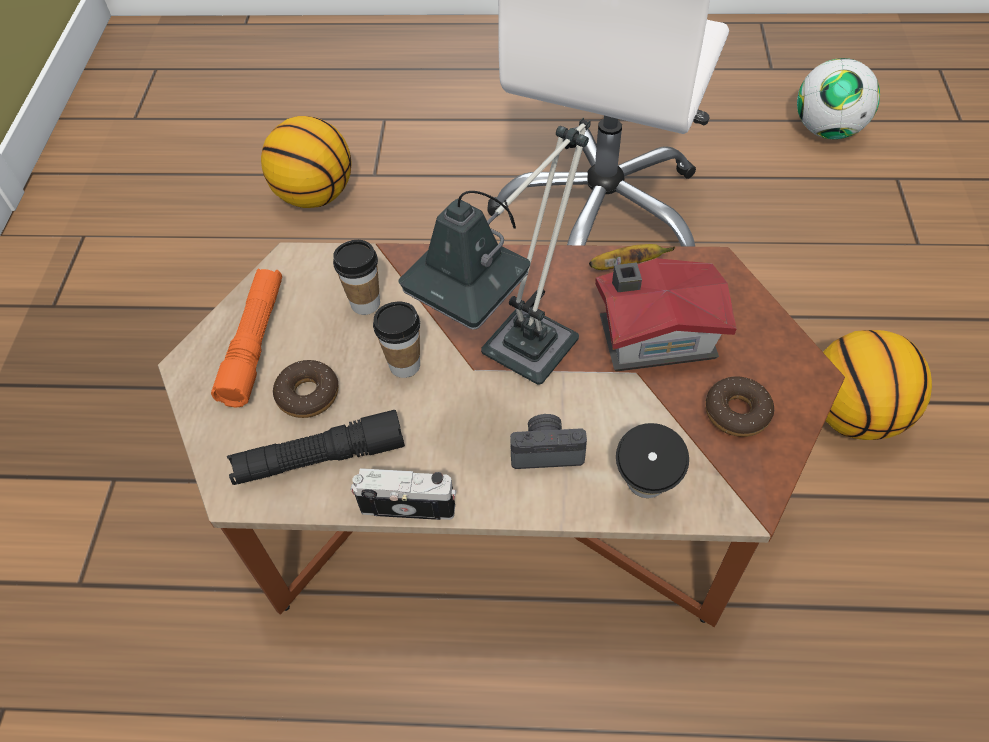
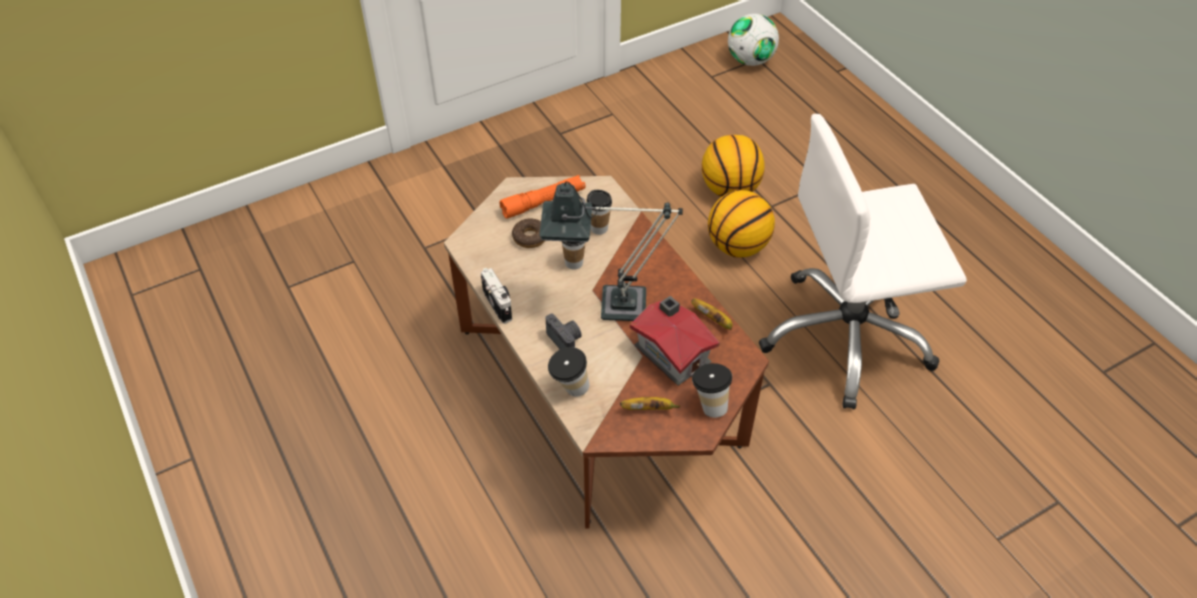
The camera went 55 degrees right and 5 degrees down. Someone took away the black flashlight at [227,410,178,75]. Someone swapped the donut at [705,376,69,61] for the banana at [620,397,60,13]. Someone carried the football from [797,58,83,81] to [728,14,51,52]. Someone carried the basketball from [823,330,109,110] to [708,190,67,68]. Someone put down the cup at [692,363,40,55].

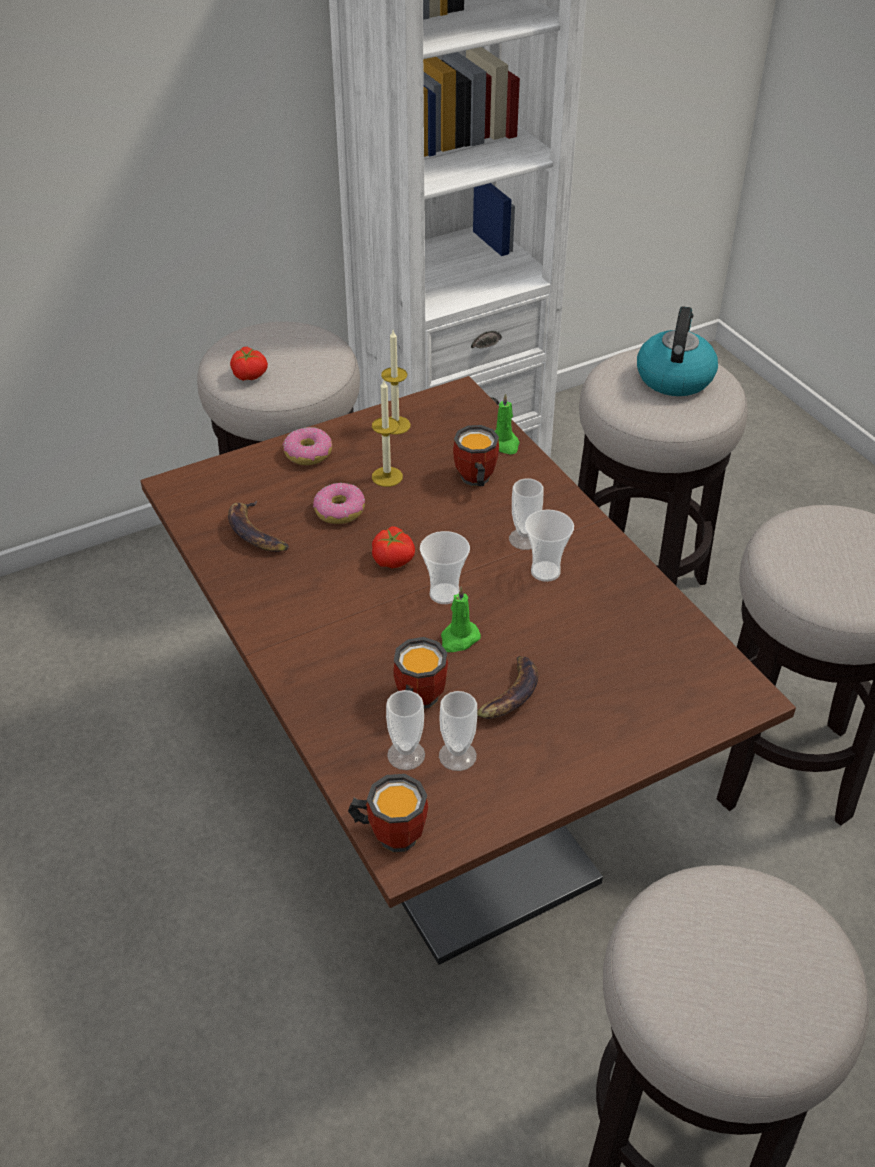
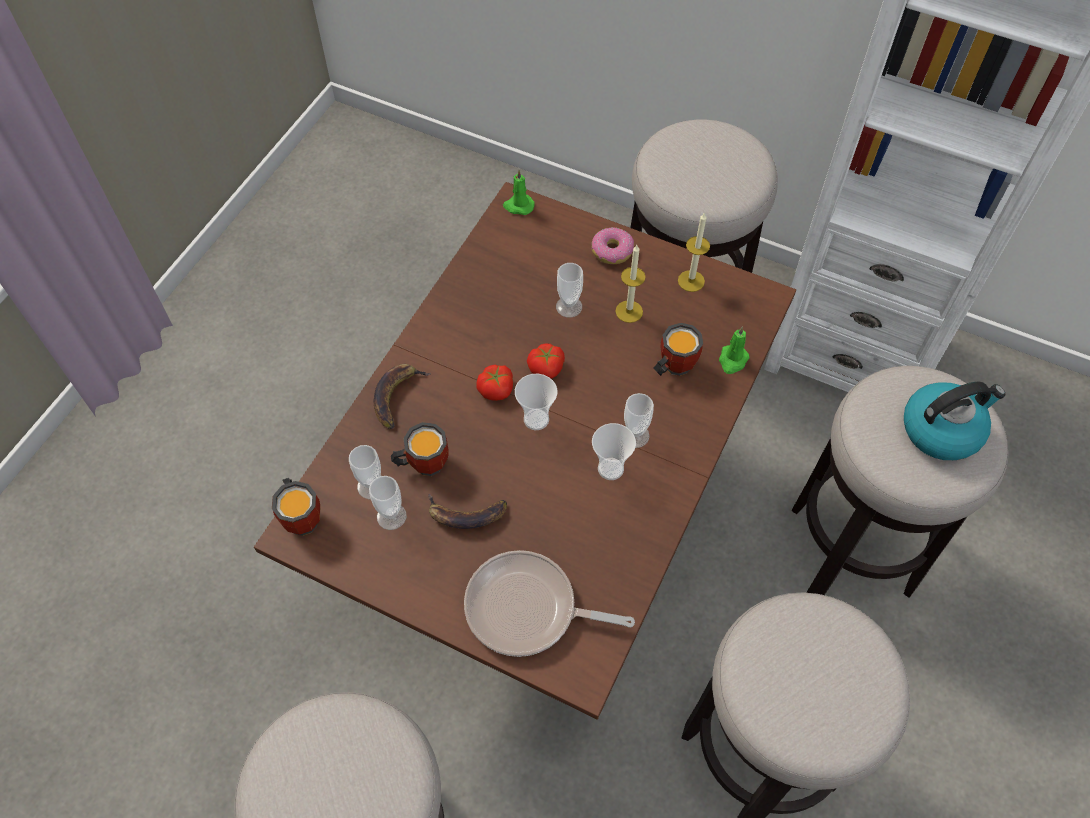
The camera went 55 degrees right and 15 degrees up. Someone carried the banana from [228,500,61,52] to [373,364,58,65]. Someone carried the tomato from [230,347,38,34] to [477,365,36,36]. Someone swapped the donut at [313,483,52,41] for the cup at [556,263,27,55]. Someone carried the green candle from [441,586,40,66] to [503,170,32,45]. Someone put down the frying pan at [464,550,171,107].

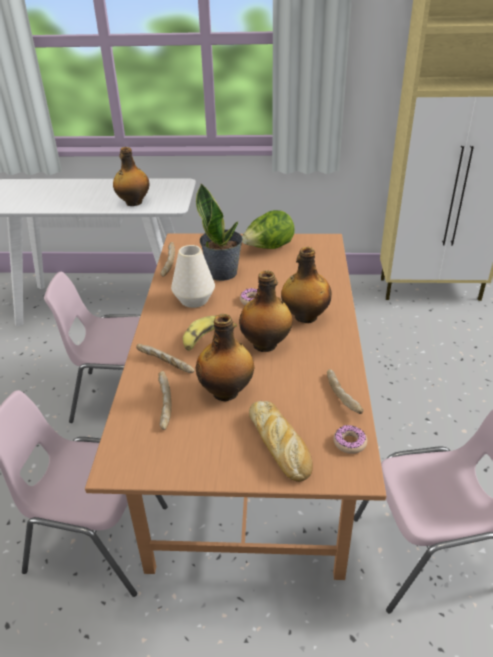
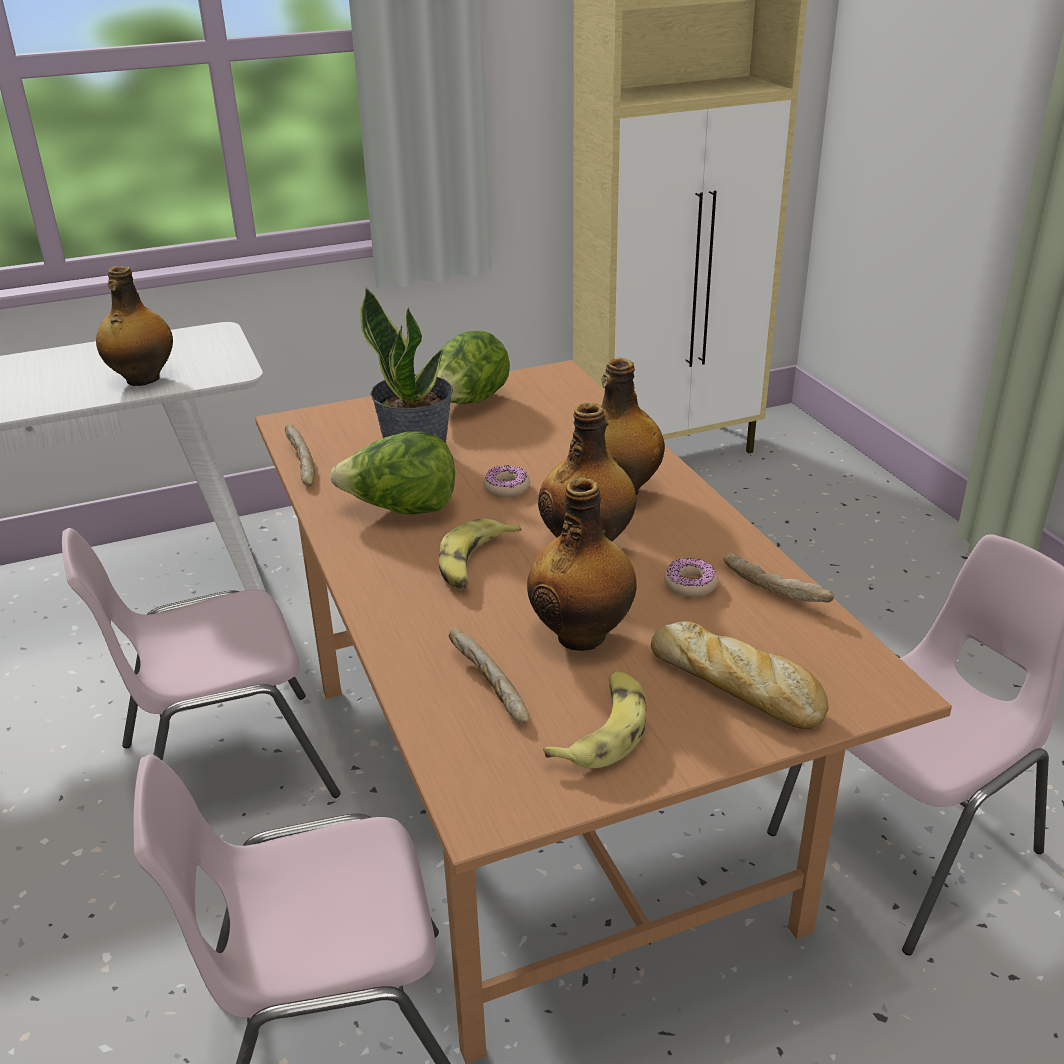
The camera went 25 degrees left and 5 degrees down. Someone took away the bread at [136,344,58,29]. Someone swapped the white vase at [171,245,44,63] for the lettuce at [330,431,125,83]. Someone carried the donut from [333,425,34,29] to [664,558,55,39]. Someone put down the banana at [543,671,103,97].

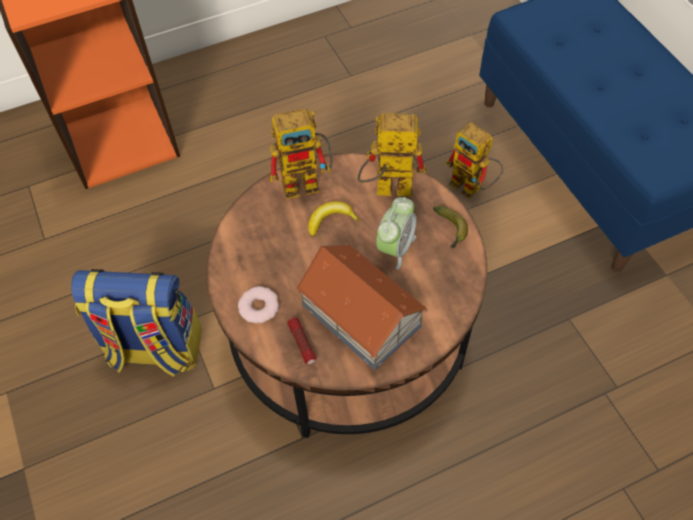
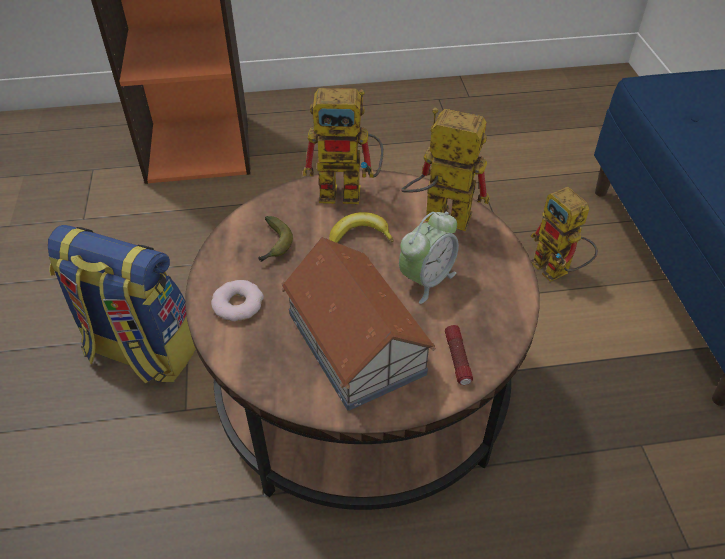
The camera went 15 degrees right and 10 degrees down. Someone carried the flashlight from [287,317,29,47] to [445,325,28,60]. Someone carried the banana from [433,206,35,43] to [258,216,35,46].

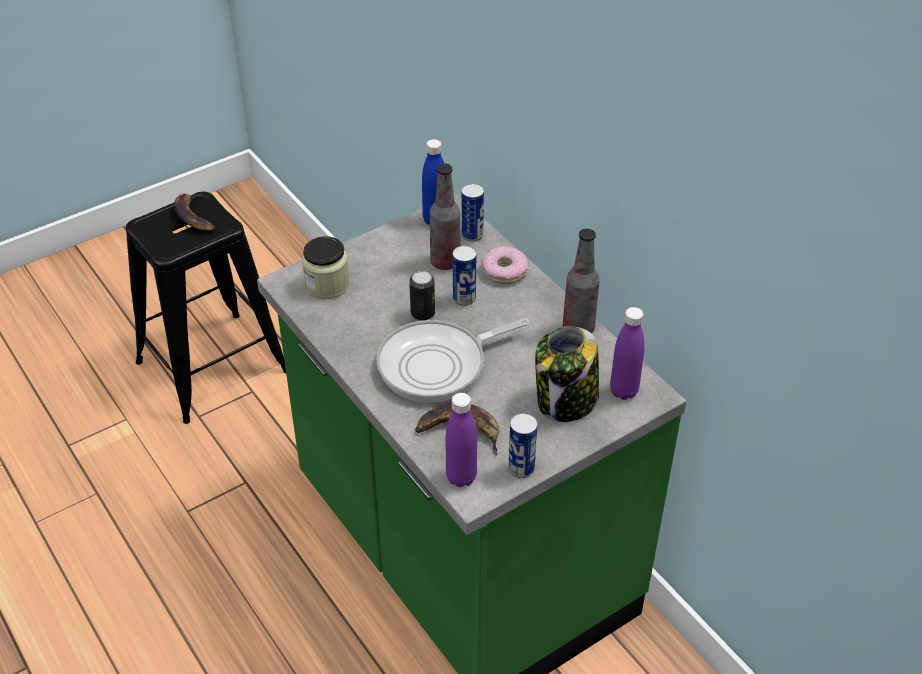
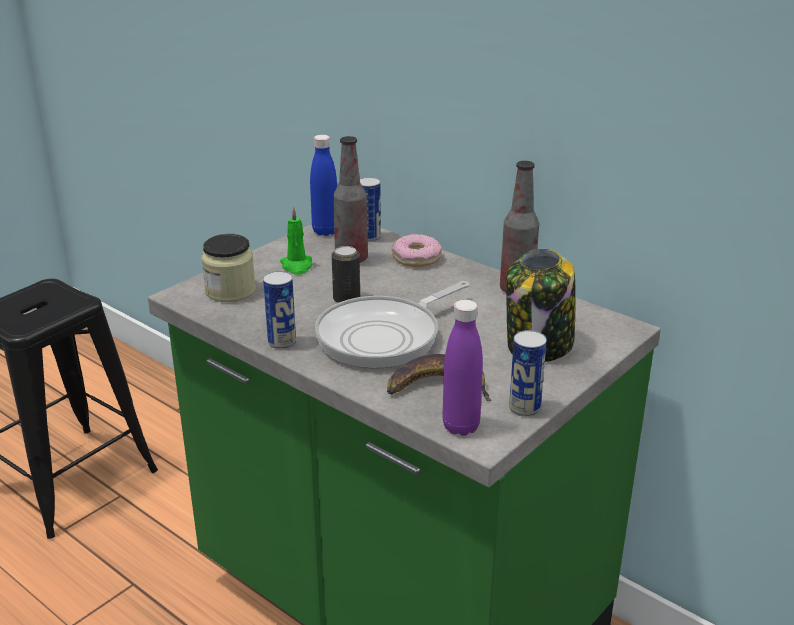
The camera went 15 degrees left and 15 degrees down. Someone took away the banana at [174,193,41,38]. Someone carried the can from [453,245,23,61] to [263,271,33,78]. Someone took away the purple bottle at [610,307,35,93]. Someone put down the green candle at [280,207,32,68].

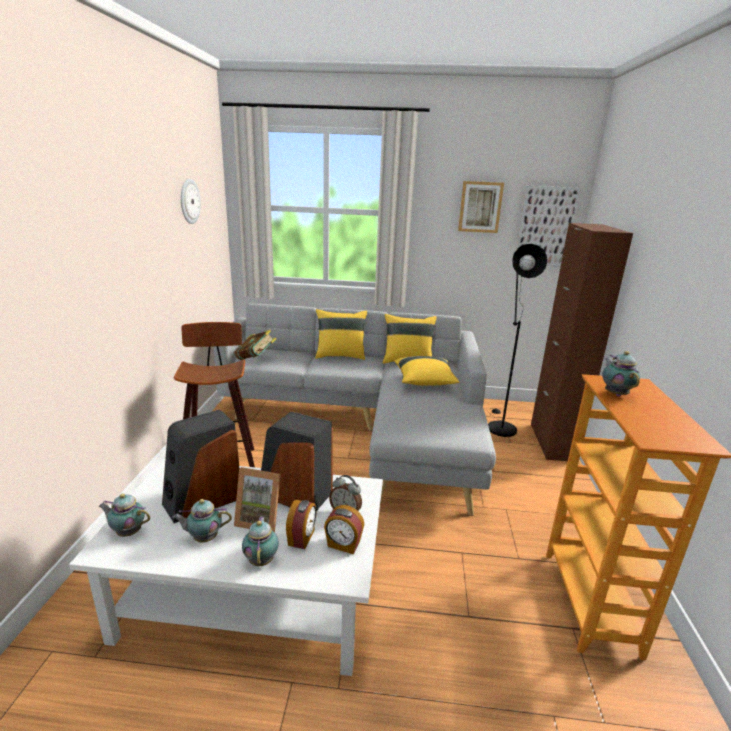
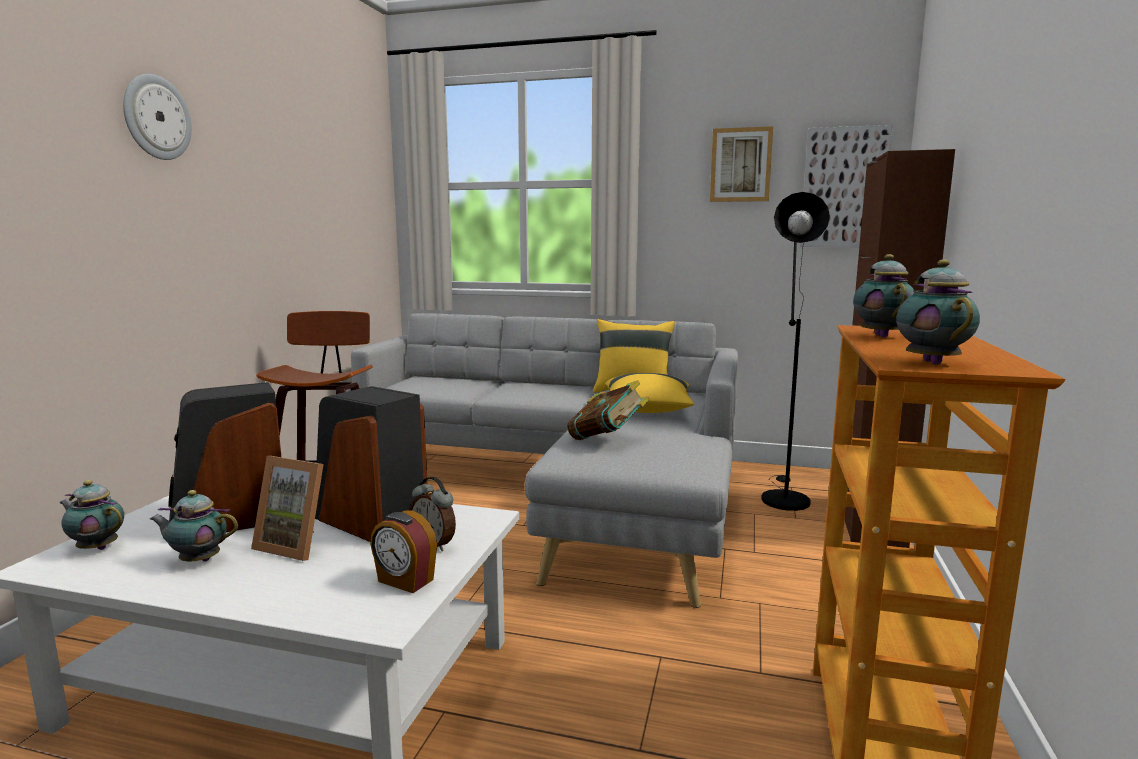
The camera went 10 degrees right and 10 degrees down. Someone carried the wall clock from [181,179,20,45] to [123,74,69,86]. Someone carried the book from [234,330,43,30] to [567,380,83,60]. Someone carried the teapot from [242,516,37,50] to [896,259,84,106]. Someone took away the alarm clock at [286,500,30,49]. Someone took away the yellow pillow at [315,309,52,51].

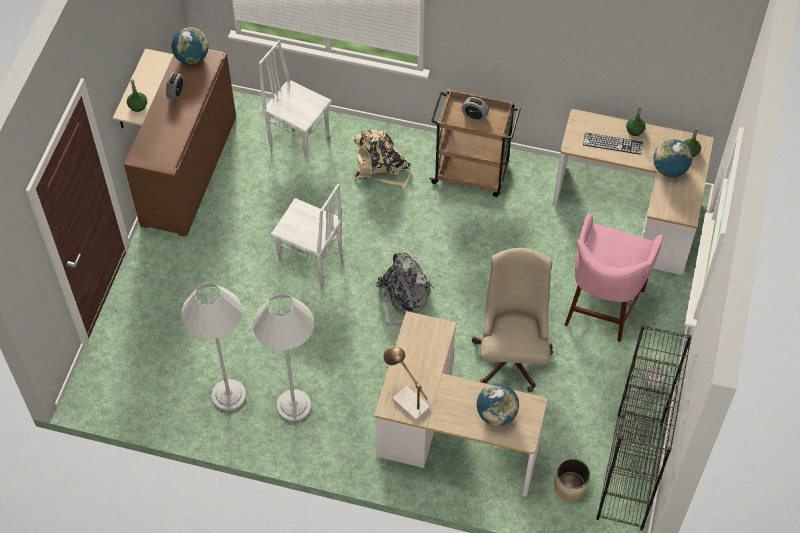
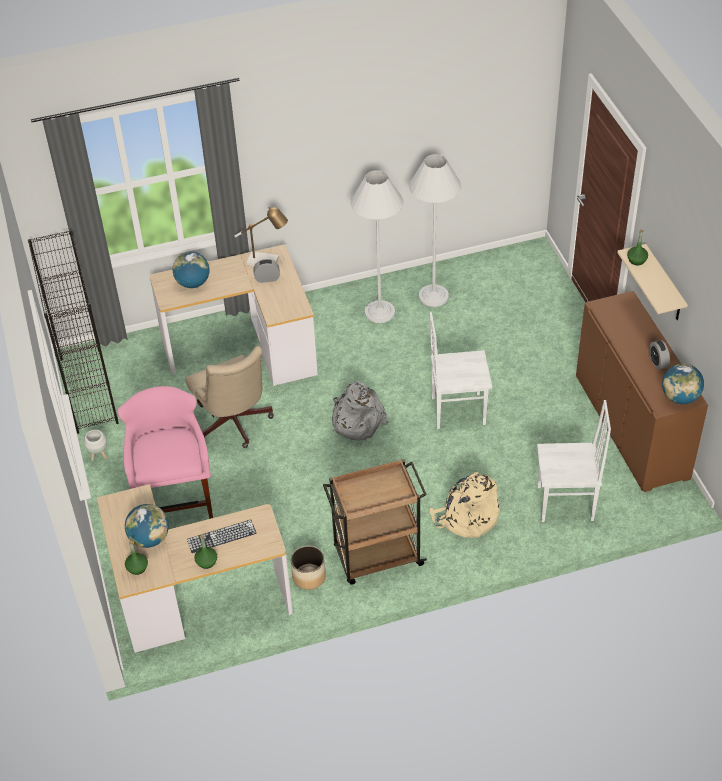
The camera went 150 degrees right and 10 degrees down. Someone carried the alarm clock from [461,97,28,25] to [253,259,27,24]. Someone carried the planter from [554,458,36,43] to [291,546,35,44].

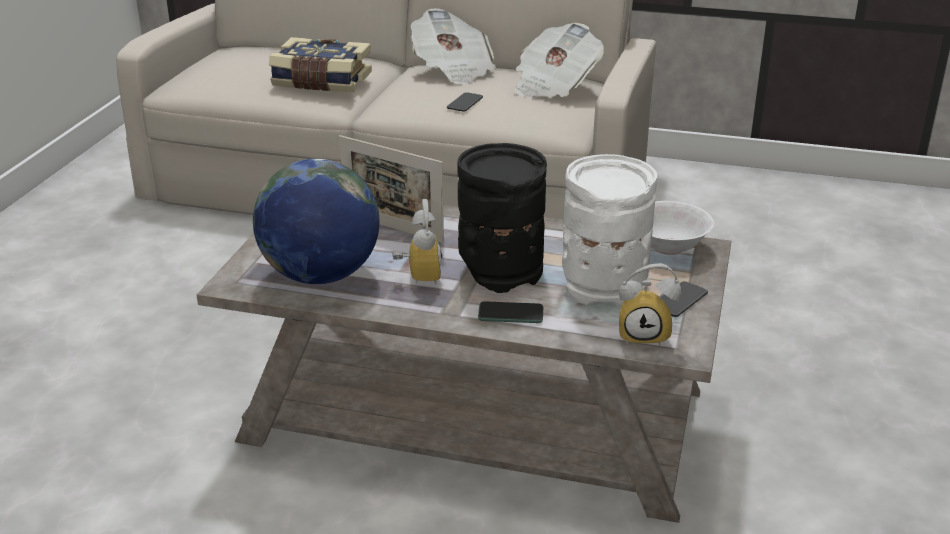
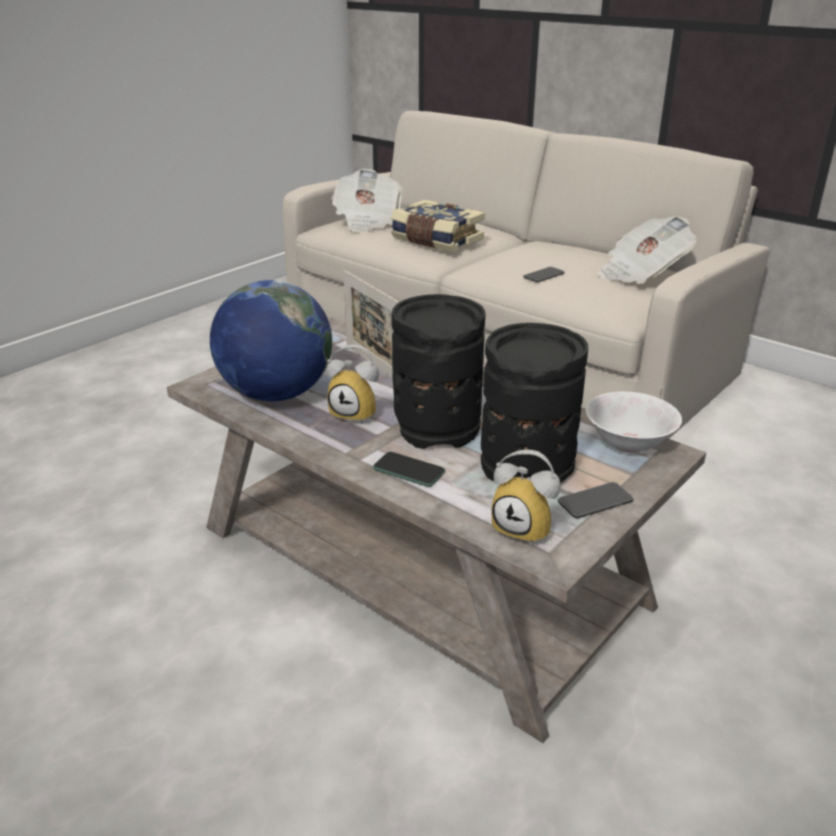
The camera went 25 degrees right and 0 degrees up. Someone rotated the alarm clock at [392,199,50,85] by 90 degrees clockwise. Someone carried the newspaper from [411,8,85,77] to [331,169,72,63]. Someone repainted the white vase at [562,154,95,153], which became the black vase at [481,323,107,160].

